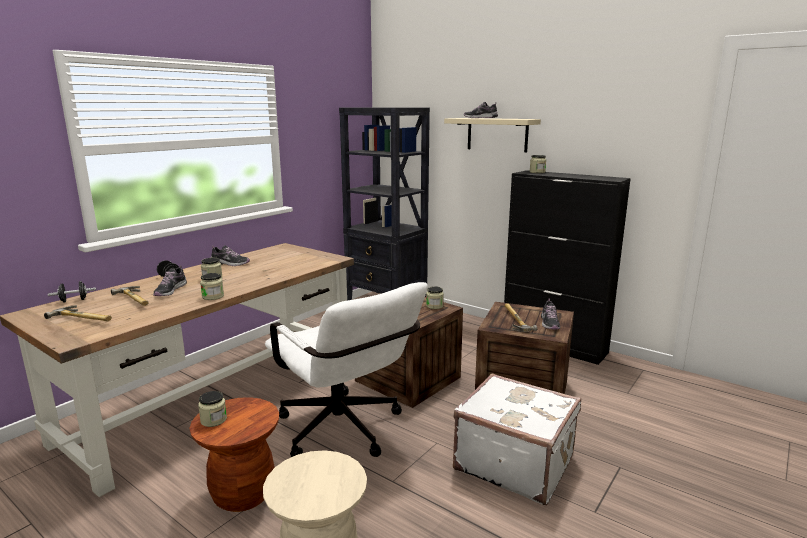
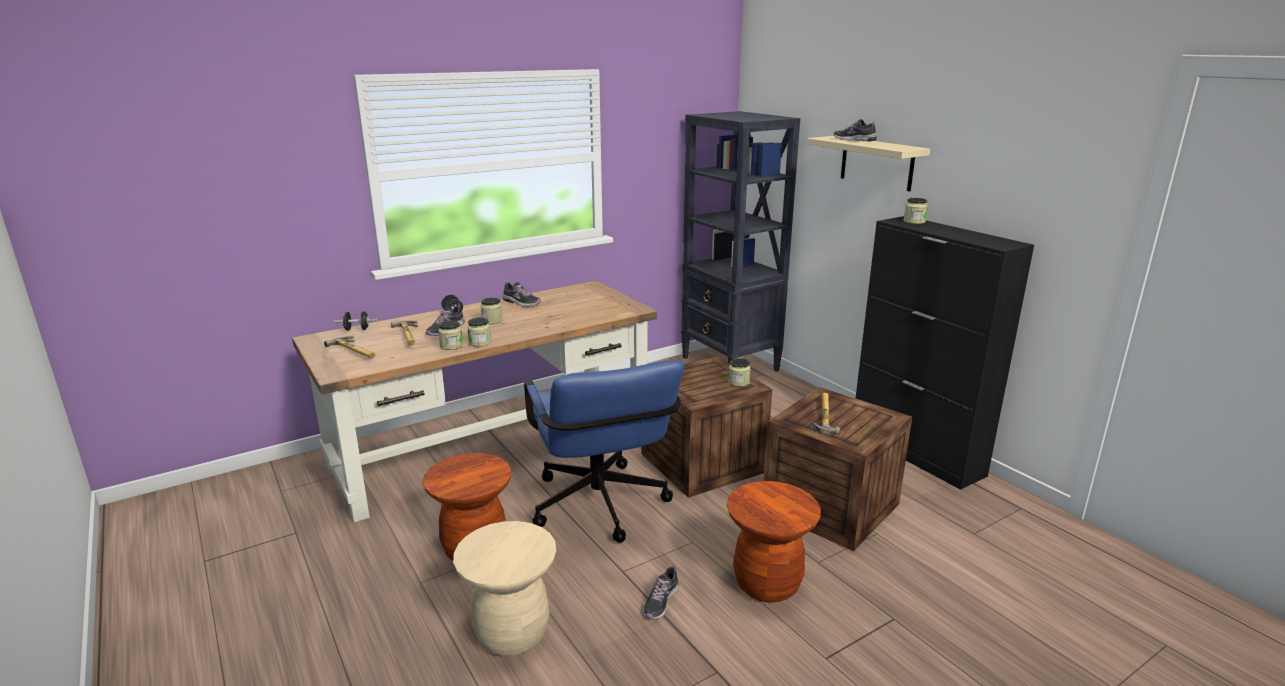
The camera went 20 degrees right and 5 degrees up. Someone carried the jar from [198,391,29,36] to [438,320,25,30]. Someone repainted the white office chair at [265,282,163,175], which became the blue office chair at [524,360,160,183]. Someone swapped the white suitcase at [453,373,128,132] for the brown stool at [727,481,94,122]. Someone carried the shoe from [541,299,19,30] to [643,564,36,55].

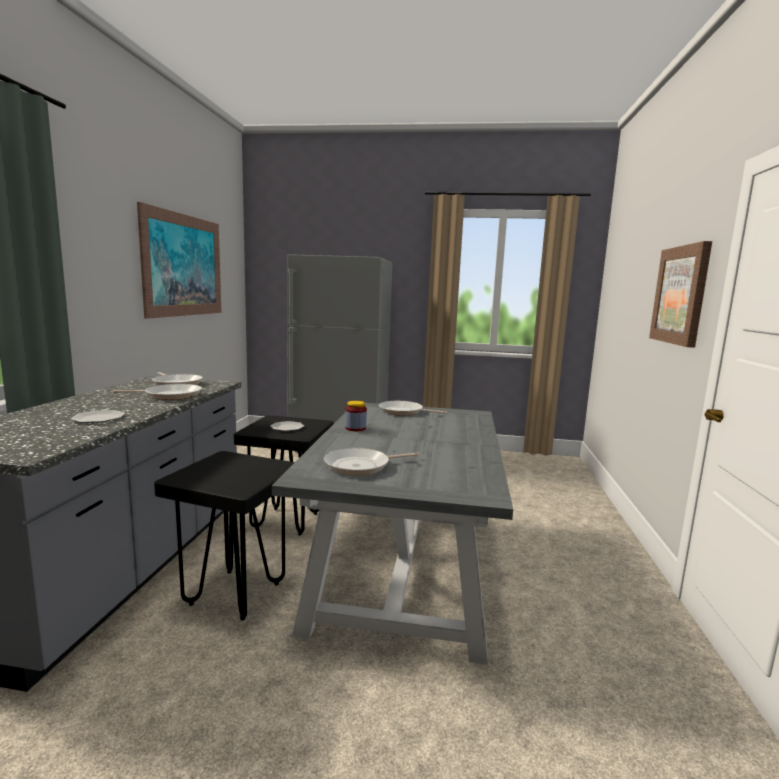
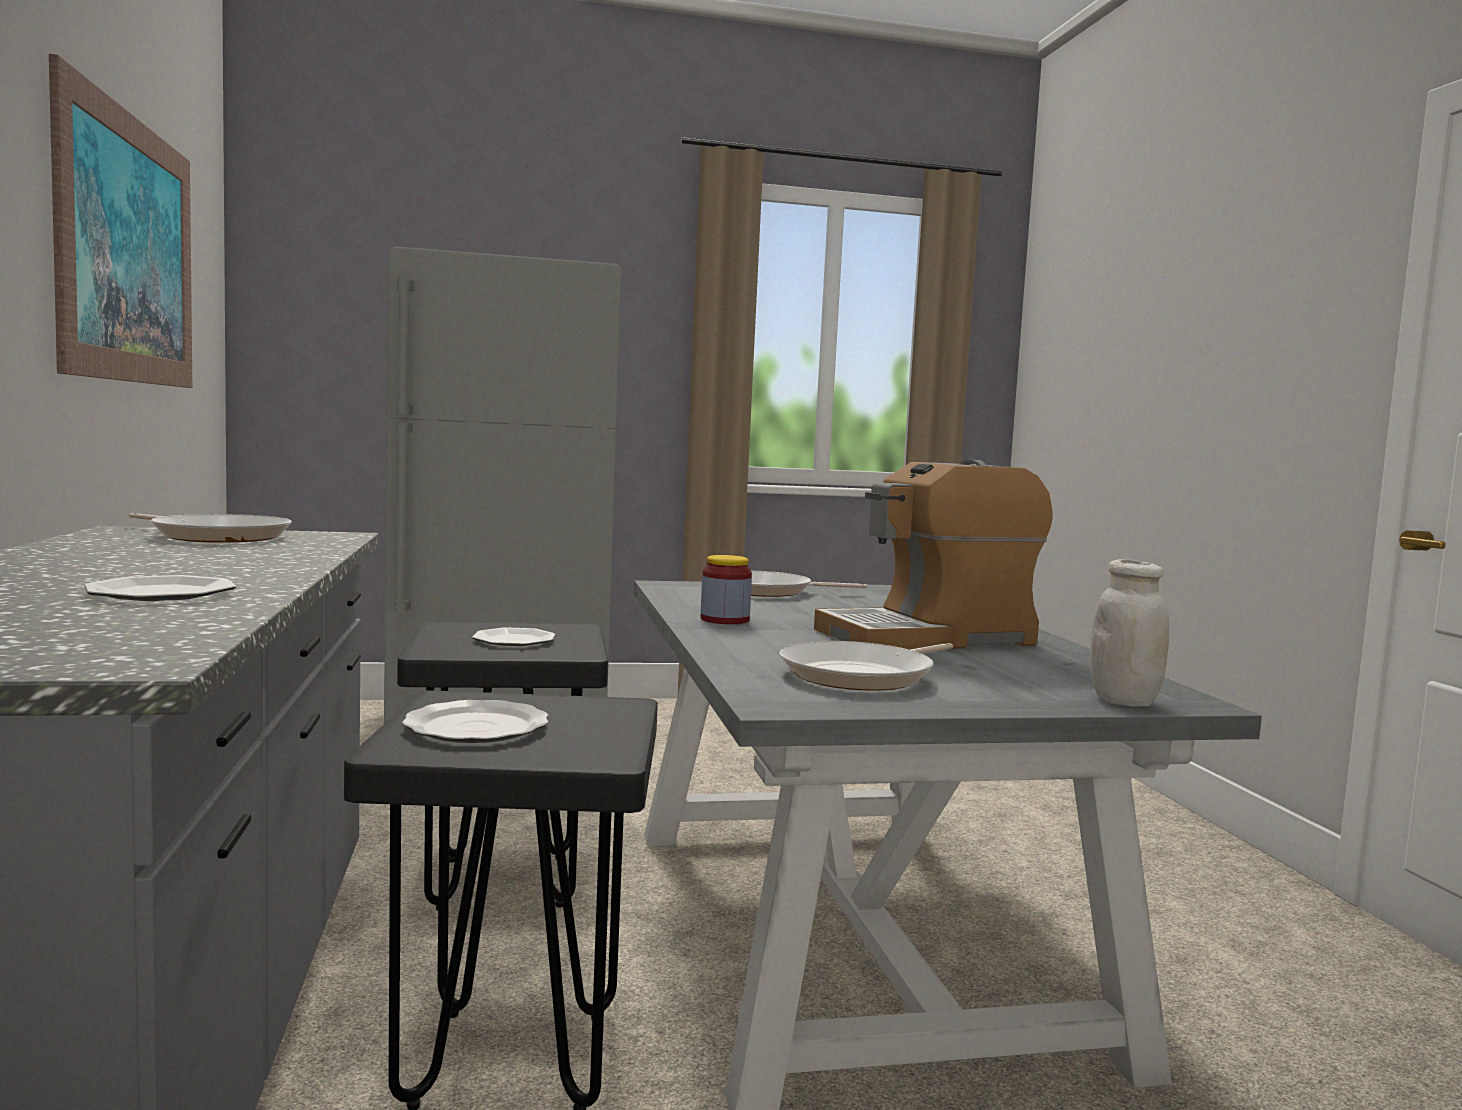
The camera went 20 degrees left and 5 degrees down. Someone took away the frying pan at [113,384,89,16]. Someone took away the picture at [649,241,63,107]. Someone put down the plate at [402,700,146,43]. Someone put down the coffee machine at [814,460,239,190]. Someone put down the white jar at [1090,559,79,148].

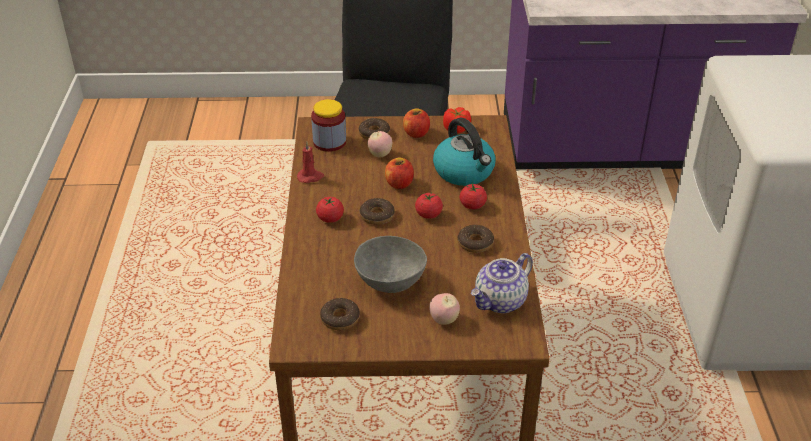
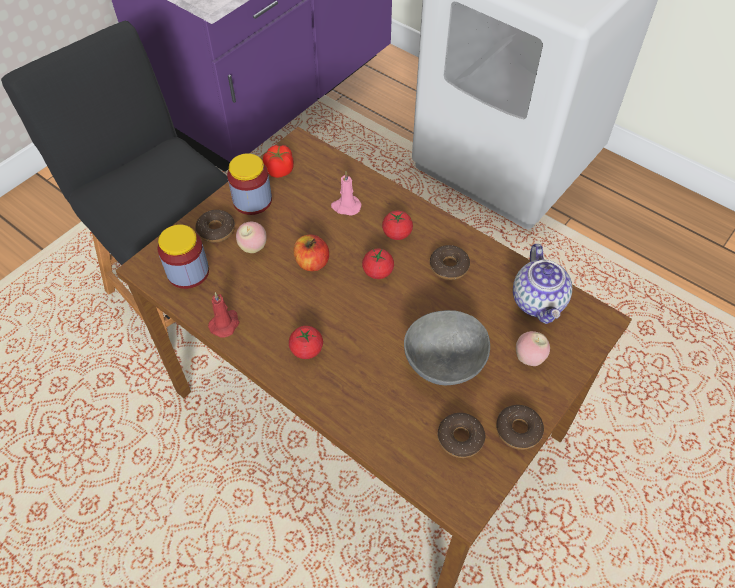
The camera went 50 degrees left and 15 degrees up. Someone carried the donut from [360,198,35,27] to [496,405,48,45]. Someone swapped the apple at [403,108,27,30] for the jar at [227,153,45,62]. Someone swapped the kettle at [433,118,63,68] for the pink candle at [331,171,30,45].

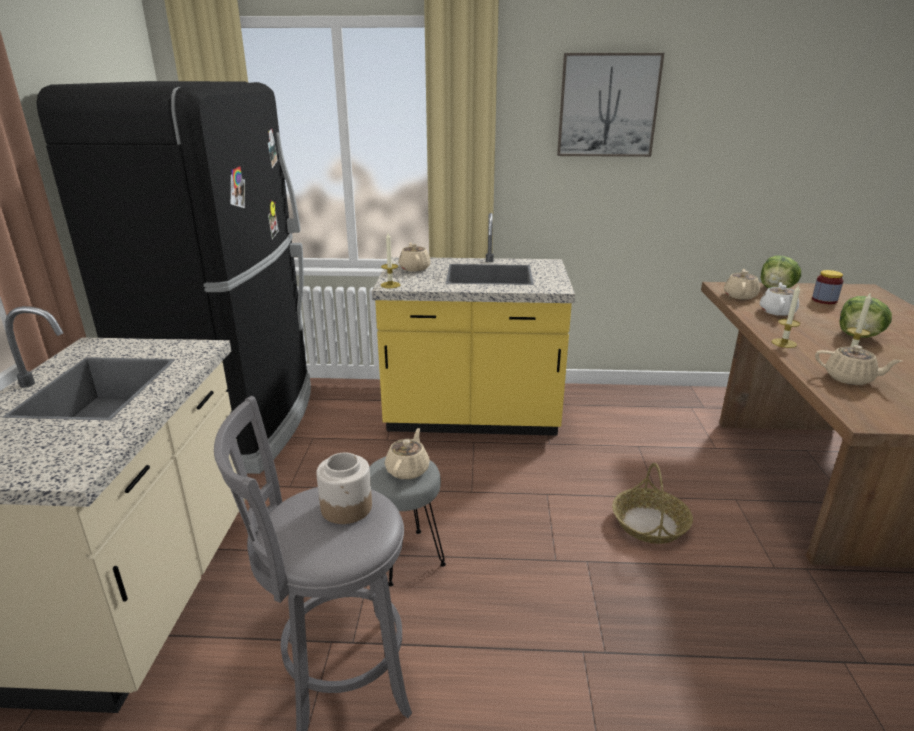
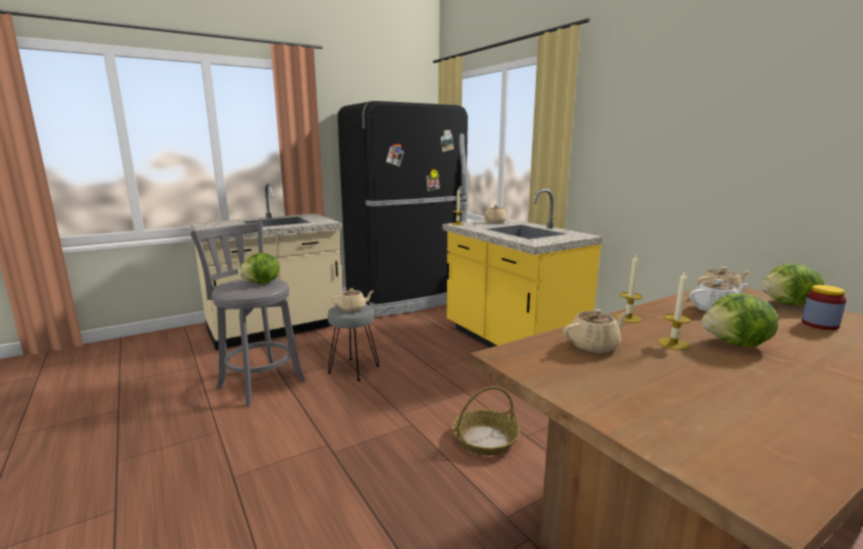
The camera went 55 degrees right and 10 degrees down. Someone swapped the jar at [316,453,56,71] for the lettuce at [238,253,42,31]. Someone took away the picture at [557,53,107,104]. Someone rotated the beige teapot at [815,345,87,40] by 105 degrees counterclockwise.

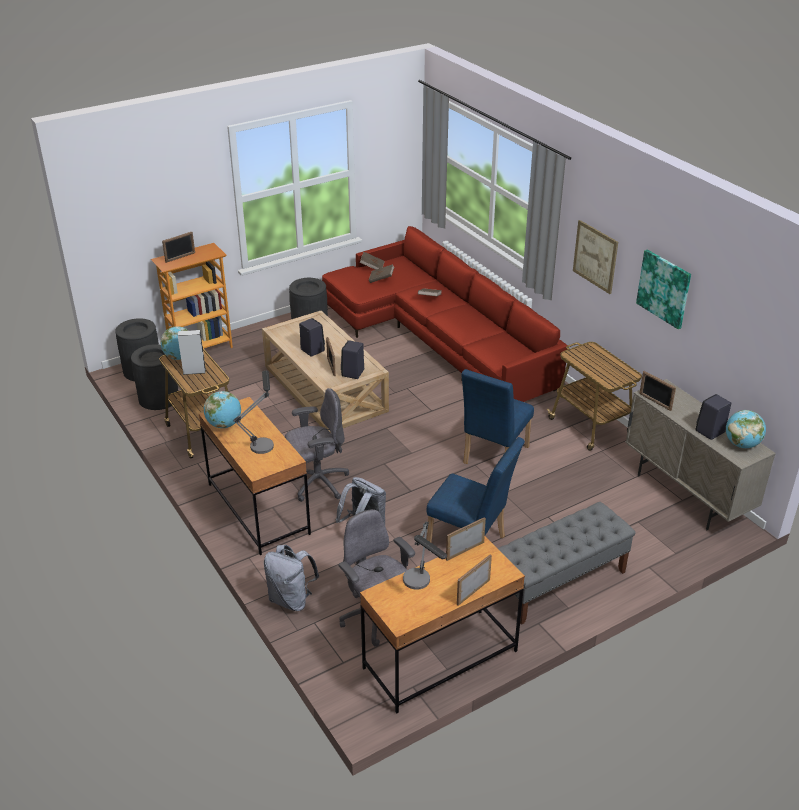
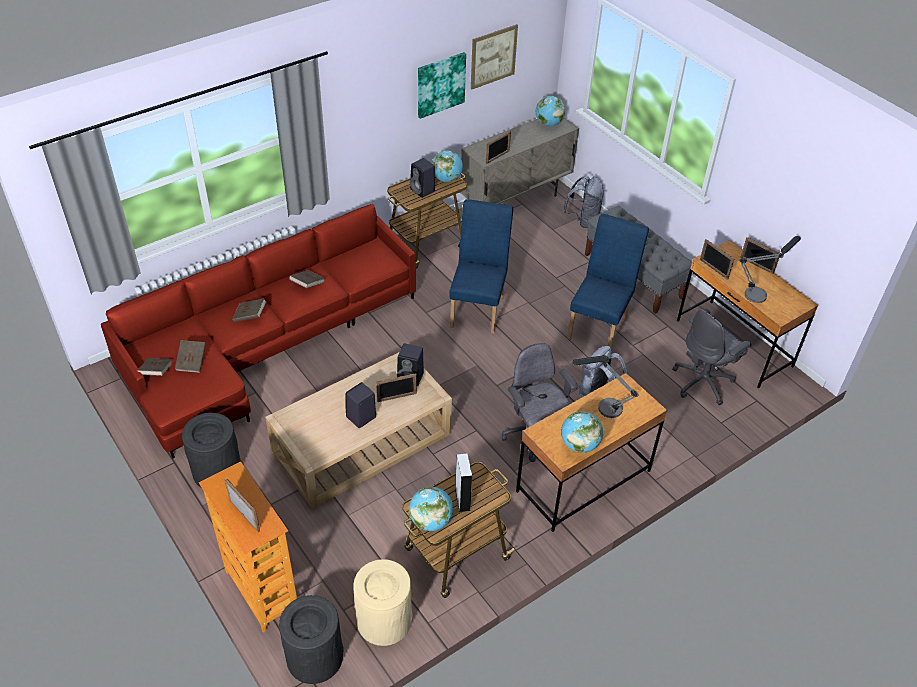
The camera went 95 degrees left and 10 degrees up. Someone repainted the black trash can at [131,344,48,66], which became the beige trash can at [353,559,60,87]. Someone carried the grey backpack from [264,545,55,66] to [563,176,41,52]. Someone rotated the blue chair at [461,369,73,95] by 105 degrees counterclockwise. Someone carried the picture from [573,220,45,74] to [471,24,47,65]. Someone carried the black speaker from [696,394,35,46] to [410,158,25,40]. Someone put down the brown book at [289,270,36,18]. Someone put down the globe at [432,150,31,32].

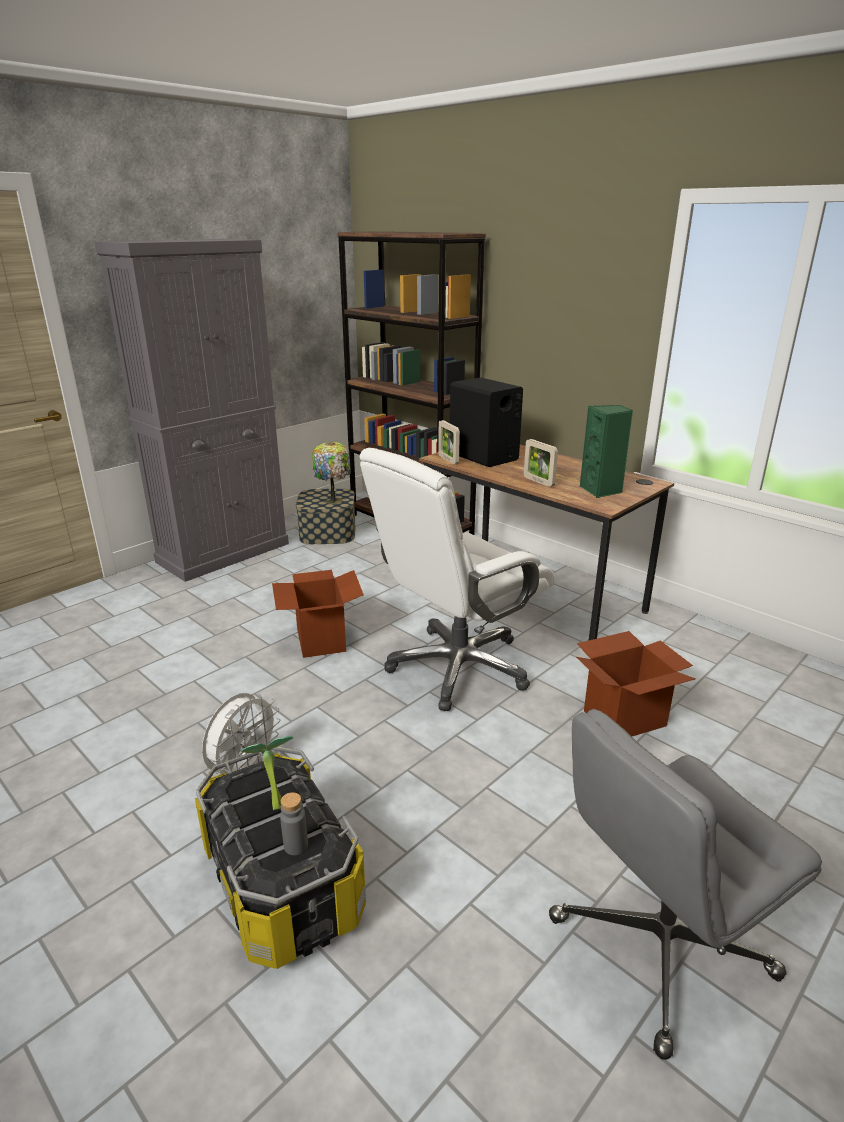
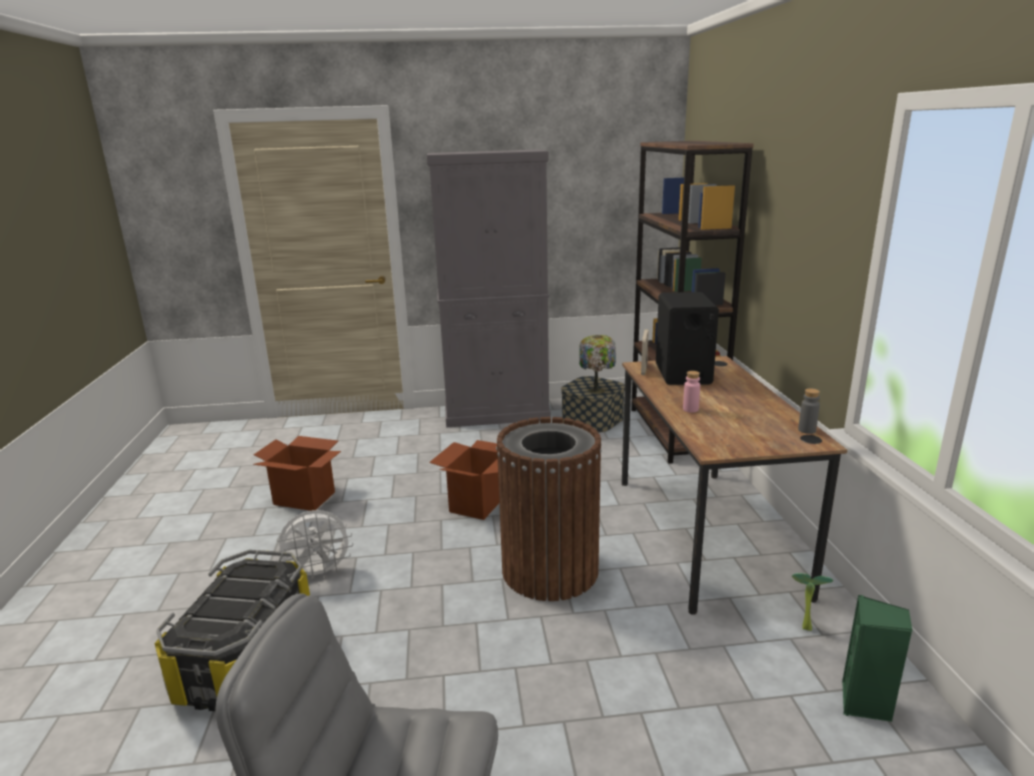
The camera went 40 degrees right and 5 degrees down. Someone carried the potted plant from [241,736,52,74] to [792,573,41,58]. Someone carried the grey bottle from [280,792,28,63] to [798,388,22,46]. Someone swapped the white office chair at [360,448,194,263] for the brown trash can at [496,417,106,184]. Someone swapped the picture frame at [524,439,34,48] for the pink bottle at [683,371,17,41]. Someone carried the cardboard box from [576,631,119,105] to [253,436,88,75]. Someone carried the green speaker from [580,405,53,93] to [842,595,71,127].

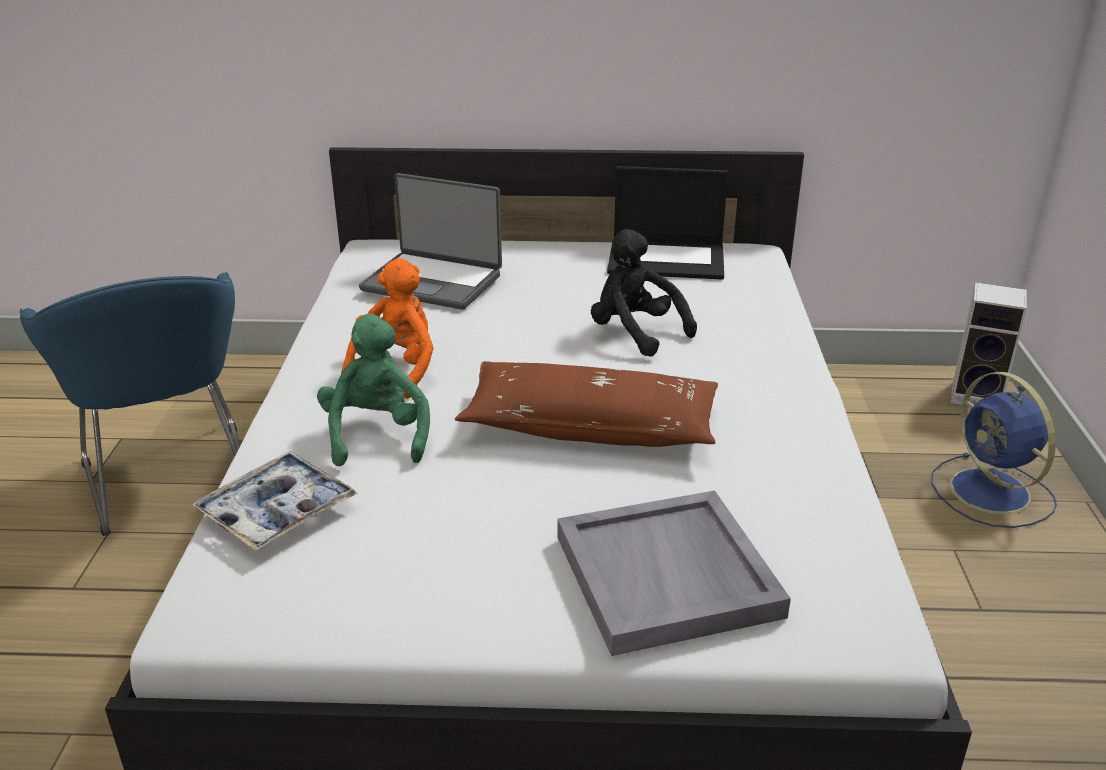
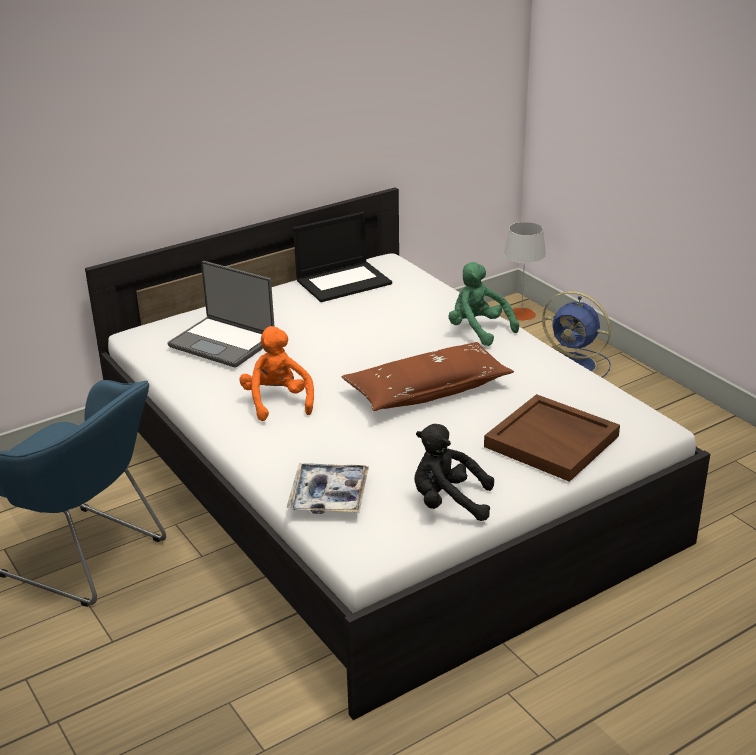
The camera went 35 degrees left and 0 degrees up. Someone carried the green plush toy from [317,314,113,152] to [449,262,70,84]. Someone rotated the laptop at [359,173,143,137] by 45 degrees clockwise. Someone repainted the grey tray at [557,491,234,165], which became the brown tray at [484,394,136,88]. Someone carried the black plush toy from [591,229,106,128] to [414,424,80,97]. Someone swapped the speaker at [951,282,76,123] for the grey table lamp at [504,222,42,99].

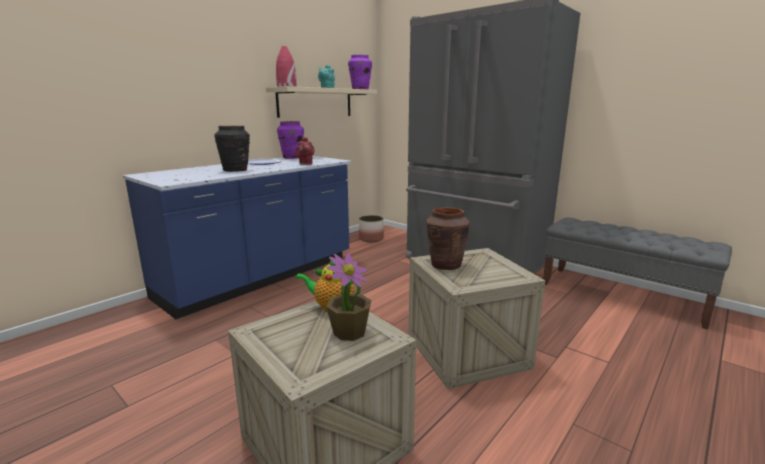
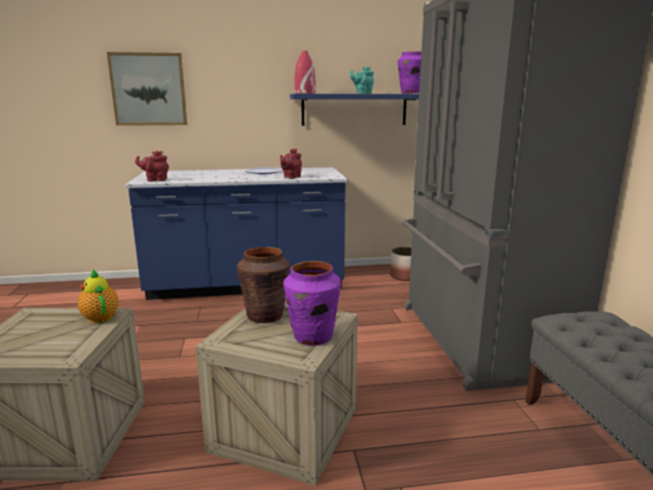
The camera went 40 degrees right and 0 degrees up. Someone took away the black vase at [214,126,36,46]. Someone repainted the beige shelf at [266,86,111,32], which became the blue shelf at [290,94,129,32]. Someone carried the purple vase from [277,121,27,38] to [283,261,58,85]. Someone took away the potted plant at [326,252,45,89]. Someone put up the picture at [107,52,80,74]. Someone put down the red teapot at [135,151,34,31].

